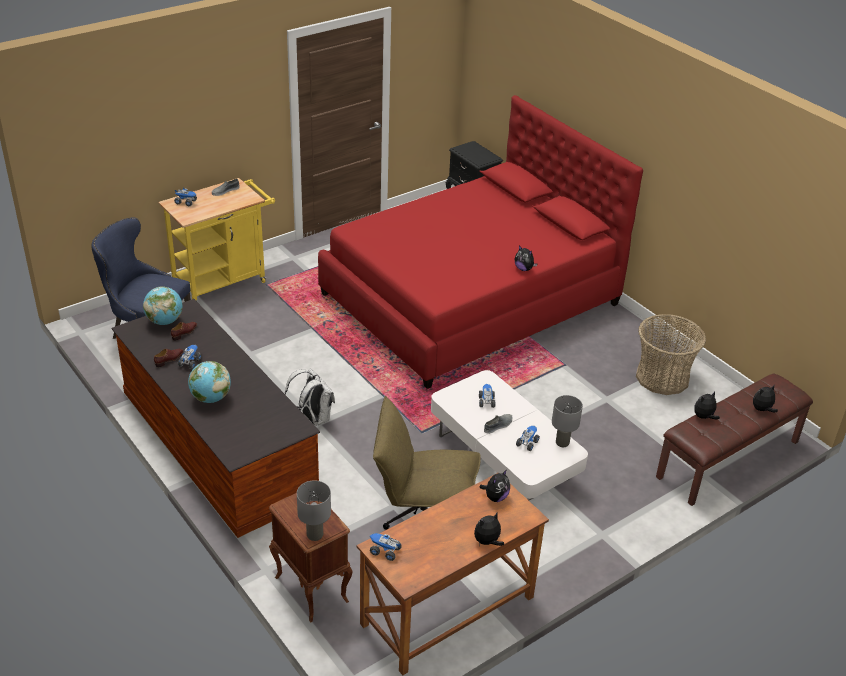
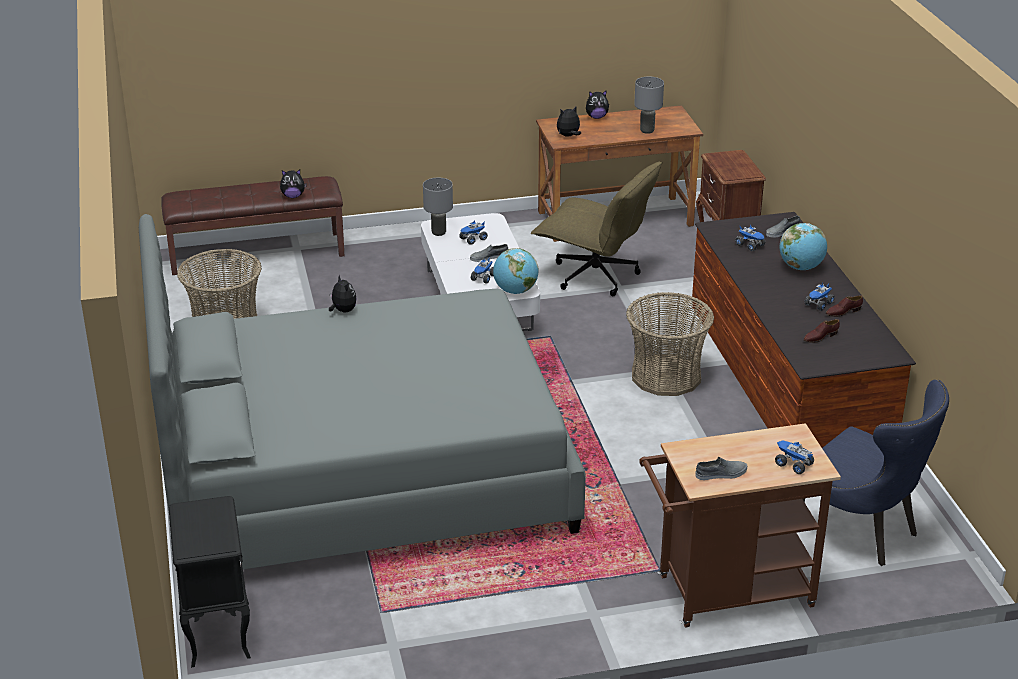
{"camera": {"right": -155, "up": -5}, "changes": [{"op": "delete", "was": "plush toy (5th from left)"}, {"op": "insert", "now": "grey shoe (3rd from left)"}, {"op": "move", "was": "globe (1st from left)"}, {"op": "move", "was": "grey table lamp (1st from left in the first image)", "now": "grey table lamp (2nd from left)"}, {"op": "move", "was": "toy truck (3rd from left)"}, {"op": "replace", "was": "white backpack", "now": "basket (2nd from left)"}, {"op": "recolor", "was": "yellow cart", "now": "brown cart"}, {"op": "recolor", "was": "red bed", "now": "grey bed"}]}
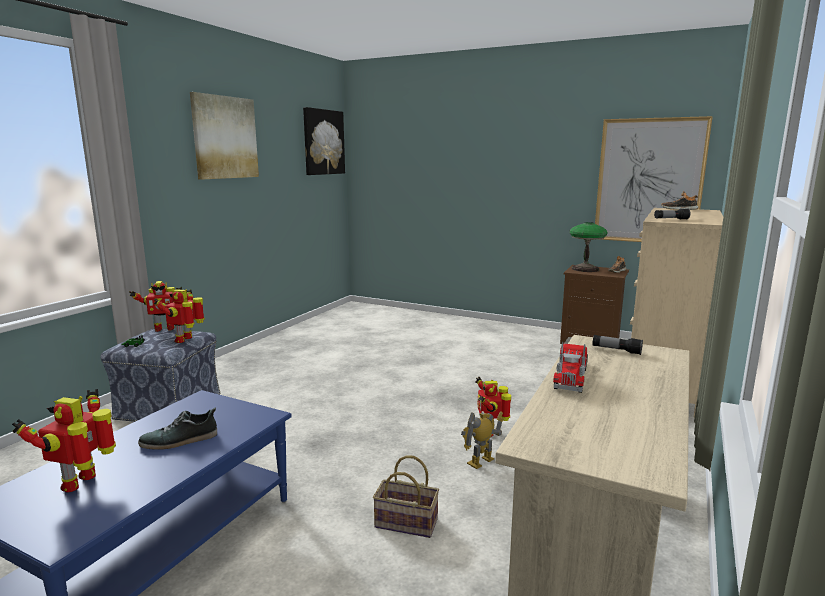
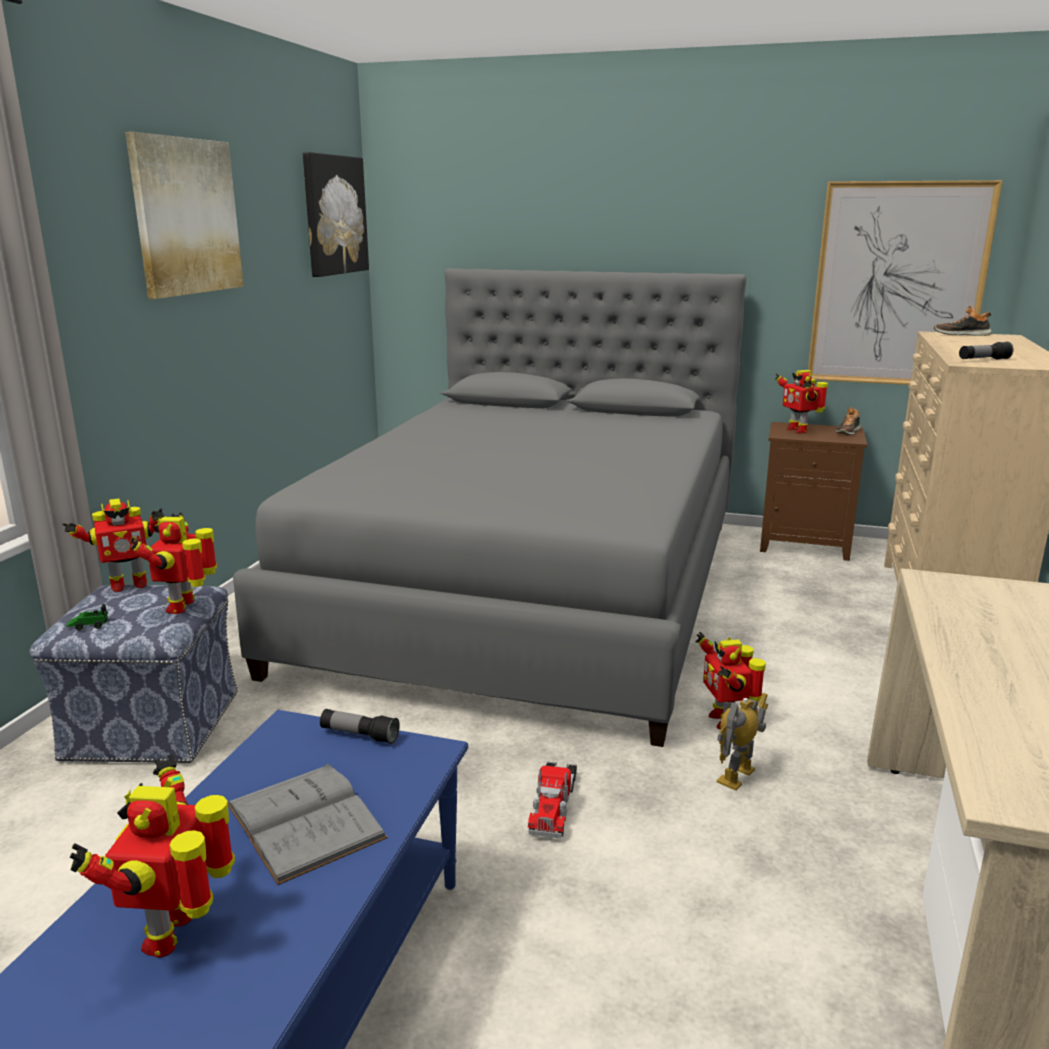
{"camera": {"right": -10, "up": 5}, "changes": [{"op": "delete", "was": "basket"}, {"op": "insert", "now": "grey bed"}, {"op": "move", "was": "toy truck"}, {"op": "move", "was": "flashlight (1st from left)"}, {"op": "replace", "was": "shoe (1st from left)", "now": "grey book"}, {"op": "replace", "was": "table lamp", "now": "toy robot (6th from left)"}]}
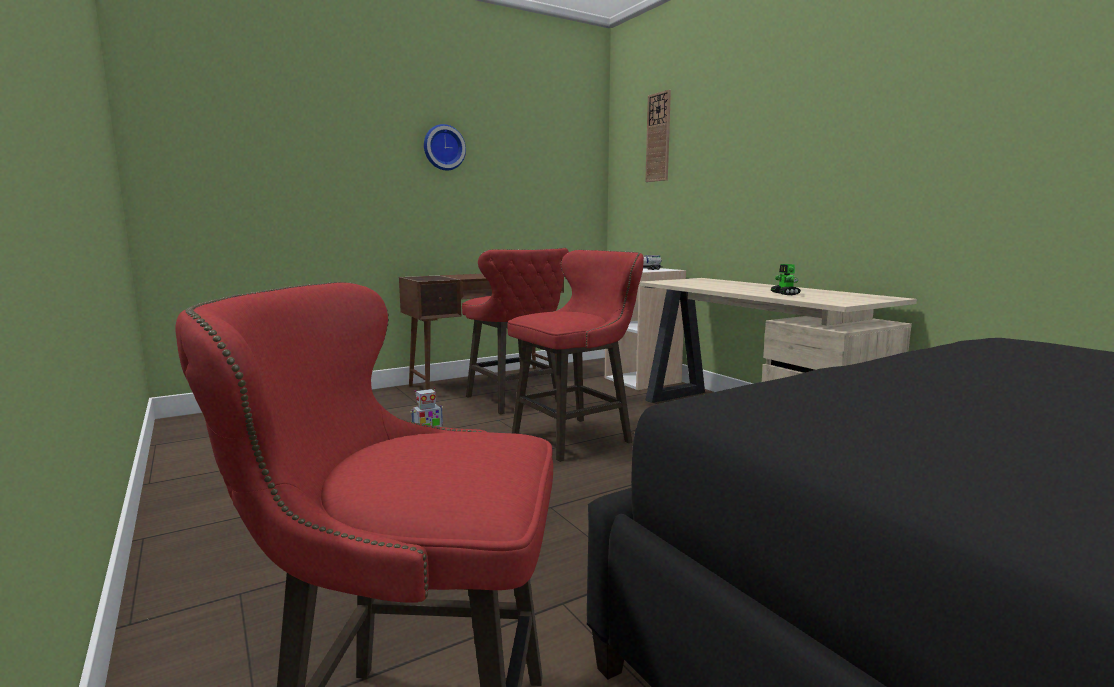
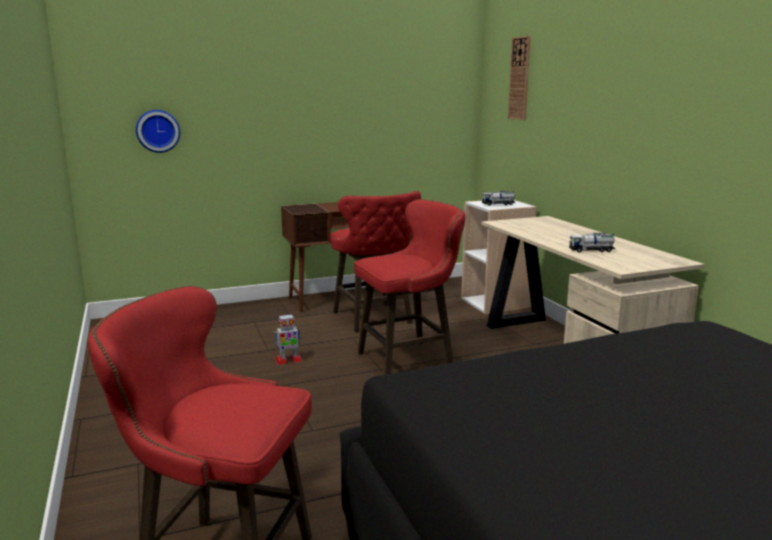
{"camera": {"right": 10, "up": 5}, "changes": [{"op": "move", "was": "wall clock (1st from left)"}, {"op": "replace", "was": "toy robot (2nd from left)", "now": "toy truck (2nd from left)"}]}
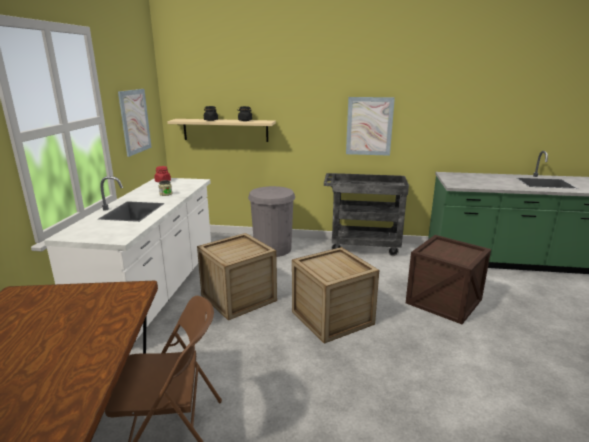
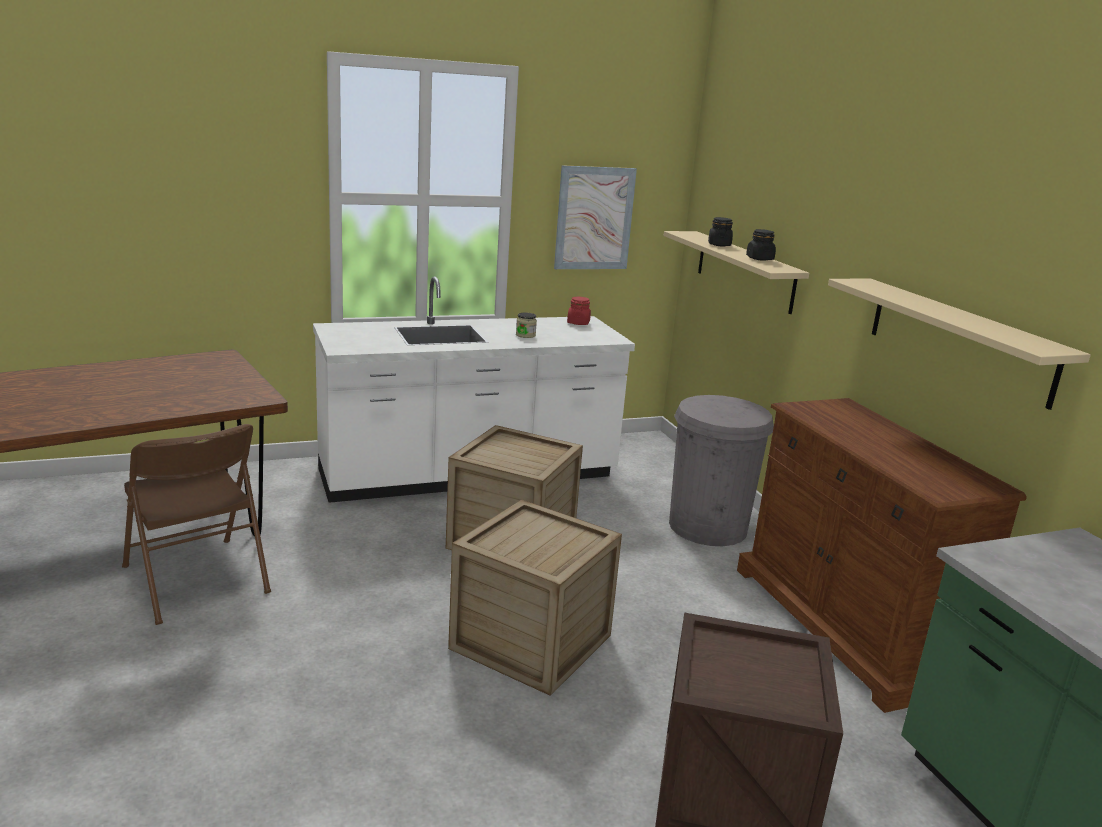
{"camera": {"right": 60, "up": 0}, "changes": [{"op": "replace", "was": "black cart", "now": "brown dresser"}, {"op": "replace", "was": "picture (2nd from left)", "now": "beige shelf (2nd from left)"}]}
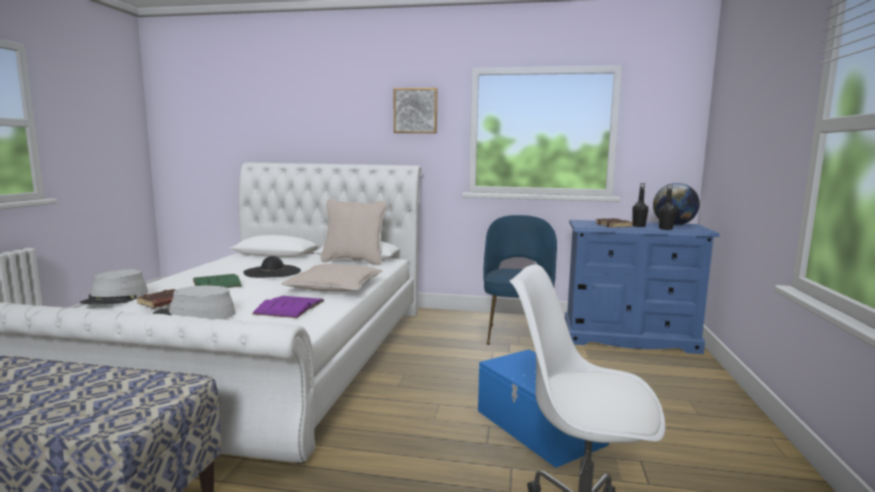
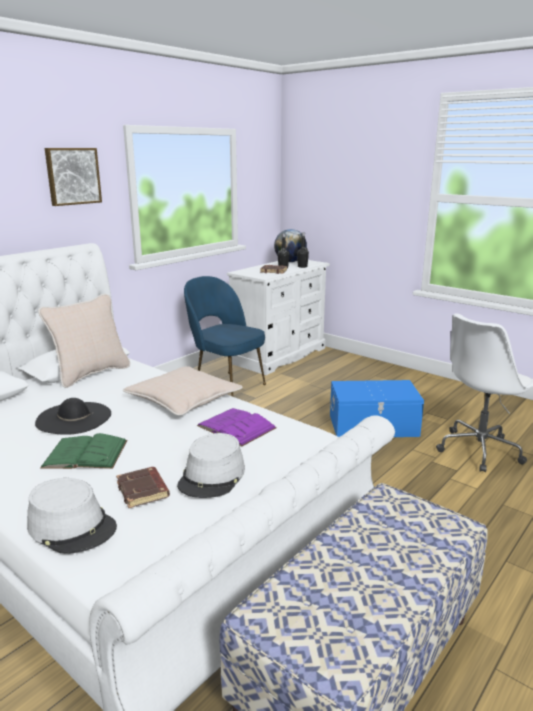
{"camera": {"right": -60, "up": 10}, "changes": [{"op": "recolor", "was": "blue dresser", "now": "white dresser"}]}
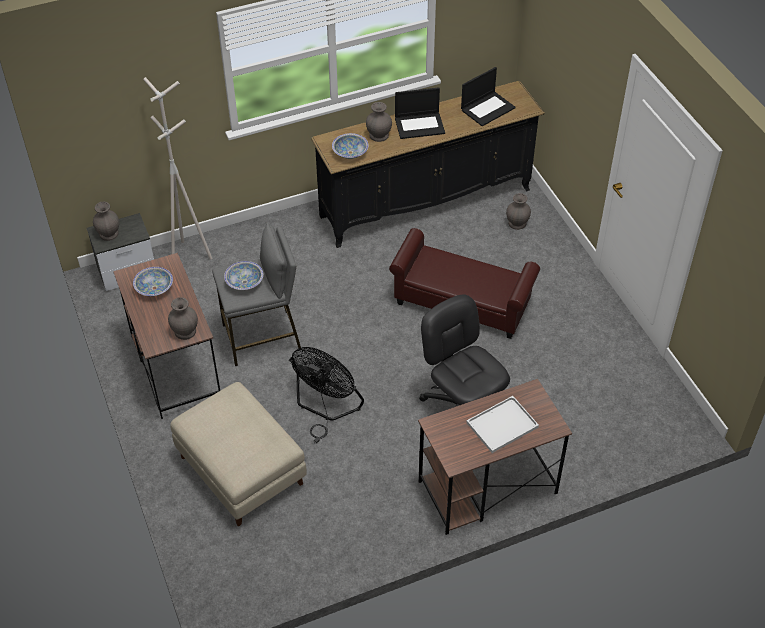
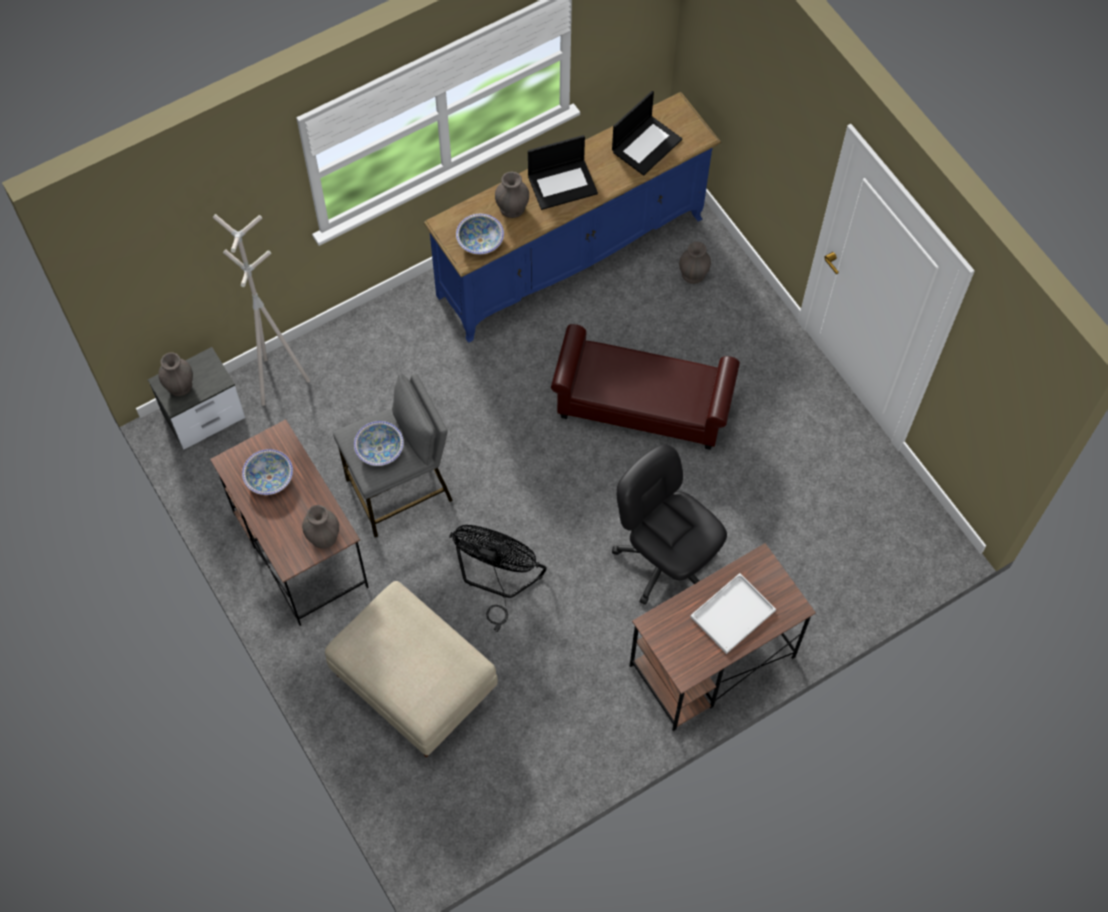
{"camera": {"right": -10, "up": 15}, "changes": [{"op": "recolor", "was": "black dresser", "now": "blue dresser"}]}
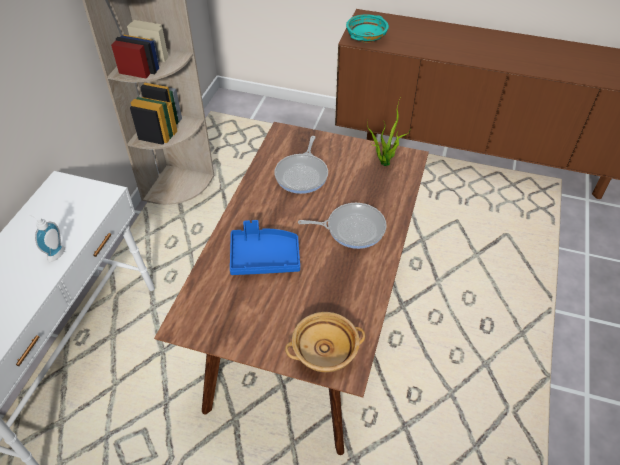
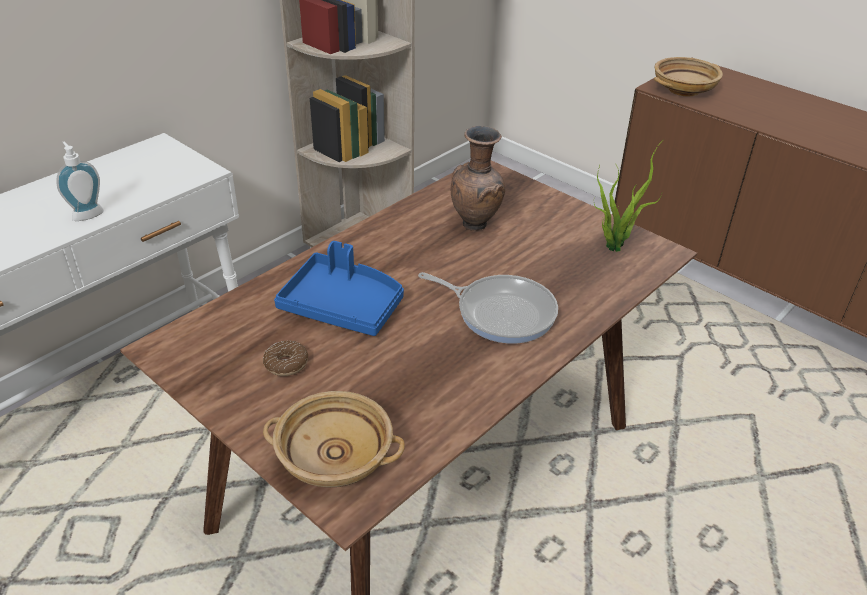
{"camera": {"right": 25, "up": -10}, "changes": [{"op": "insert", "now": "donut"}, {"op": "replace", "was": "frying pan (1st from left)", "now": "brown vase"}, {"op": "recolor", "was": "turquoise bowl", "now": "beige bowl (2nd from left)"}]}
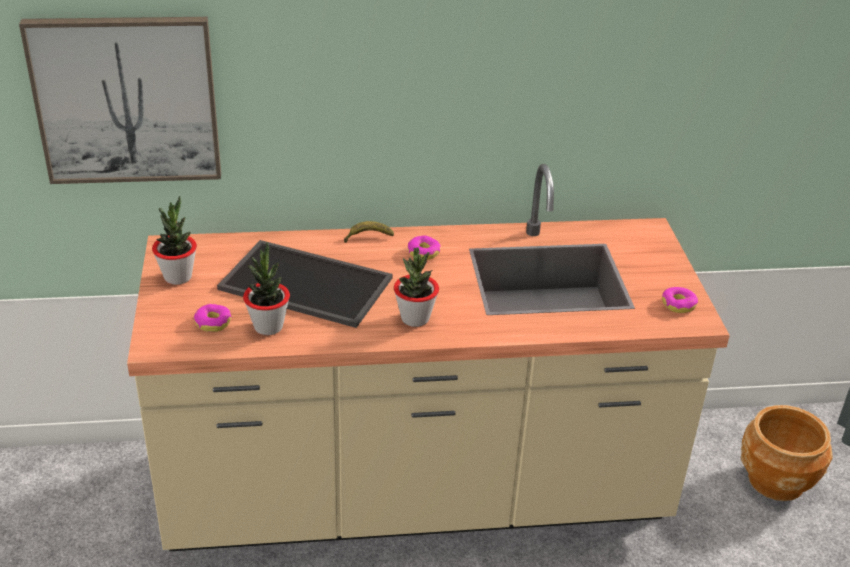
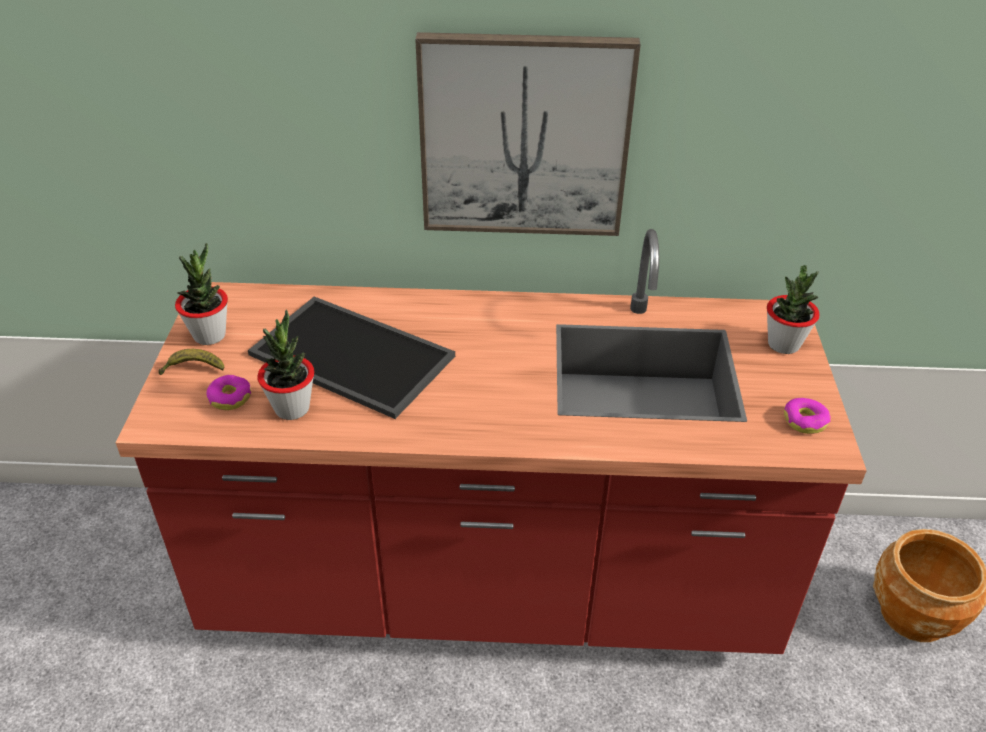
{"camera": {"right": 10, "up": 5}, "changes": [{"op": "delete", "was": "donut (2nd from left)"}, {"op": "move", "was": "picture"}, {"op": "move", "was": "banana"}, {"op": "move", "was": "potted plant (3rd from left)"}, {"op": "recolor", "was": "beige counter", "now": "red counter"}]}
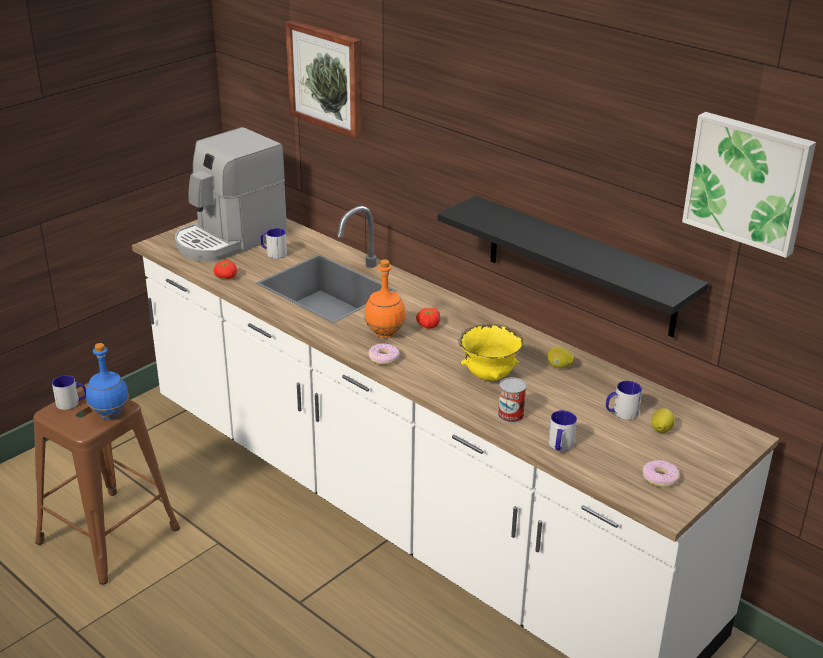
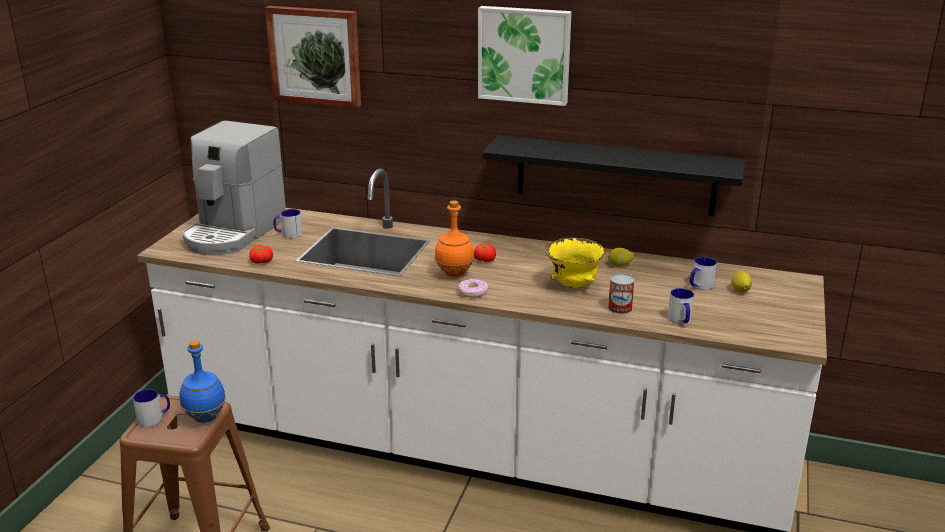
{"camera": {"right": -25, "up": -5}, "changes": [{"op": "delete", "was": "donut (2nd from left)"}, {"op": "move", "was": "picture (2nd from left)"}]}
